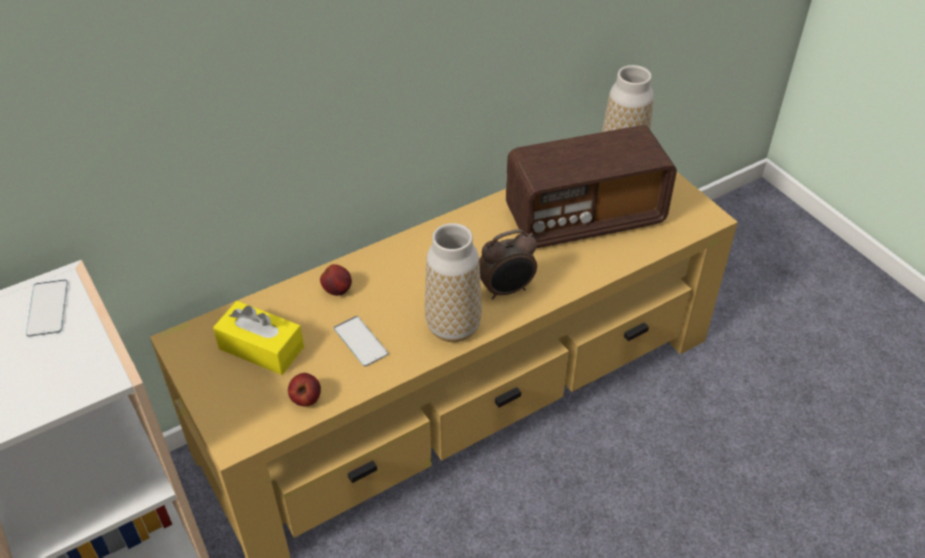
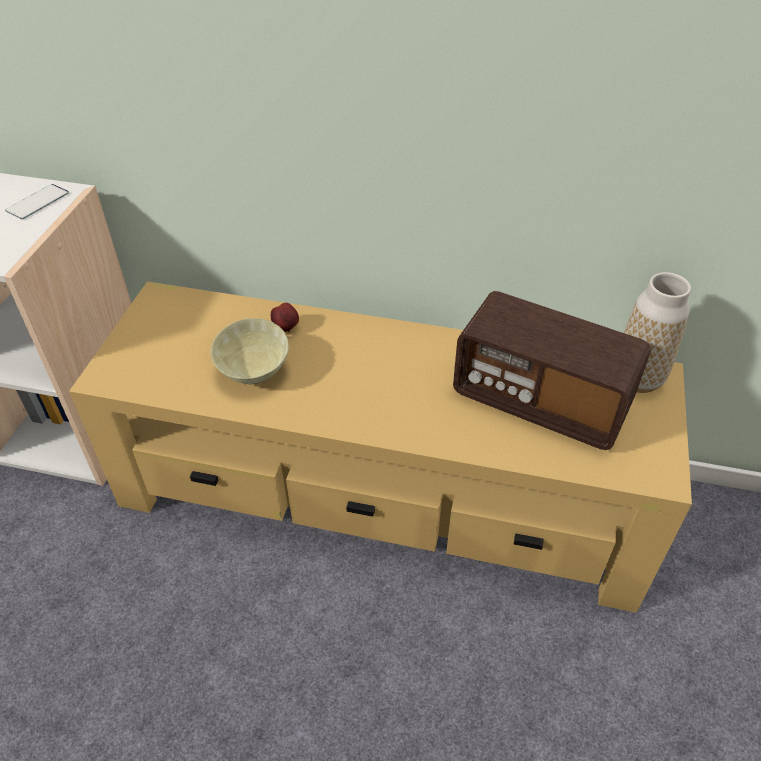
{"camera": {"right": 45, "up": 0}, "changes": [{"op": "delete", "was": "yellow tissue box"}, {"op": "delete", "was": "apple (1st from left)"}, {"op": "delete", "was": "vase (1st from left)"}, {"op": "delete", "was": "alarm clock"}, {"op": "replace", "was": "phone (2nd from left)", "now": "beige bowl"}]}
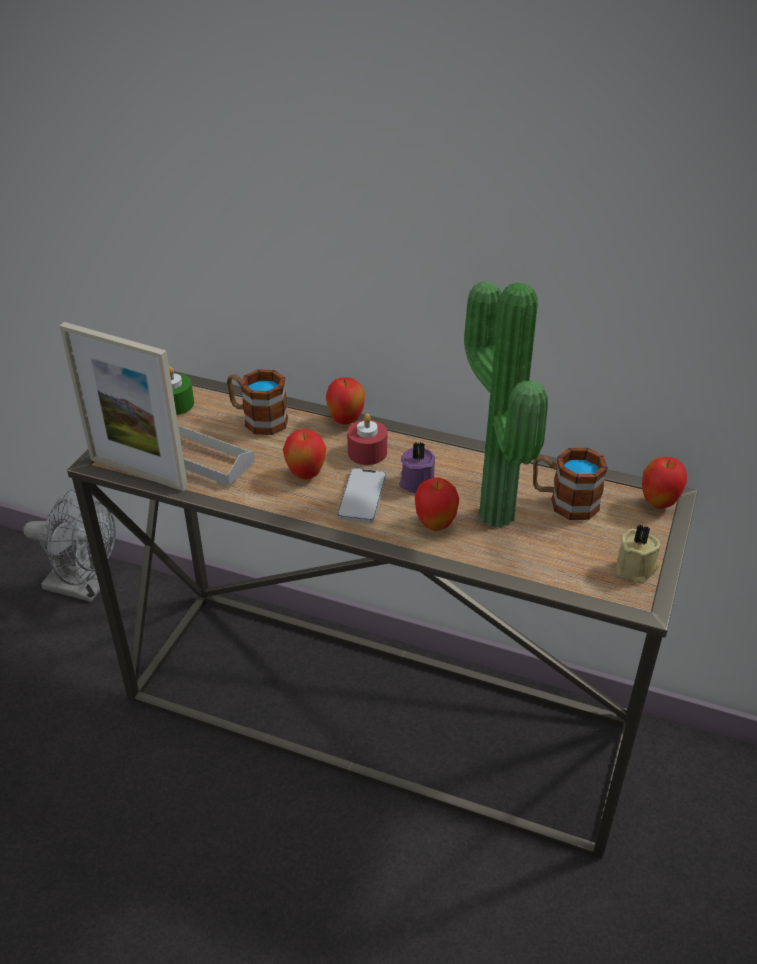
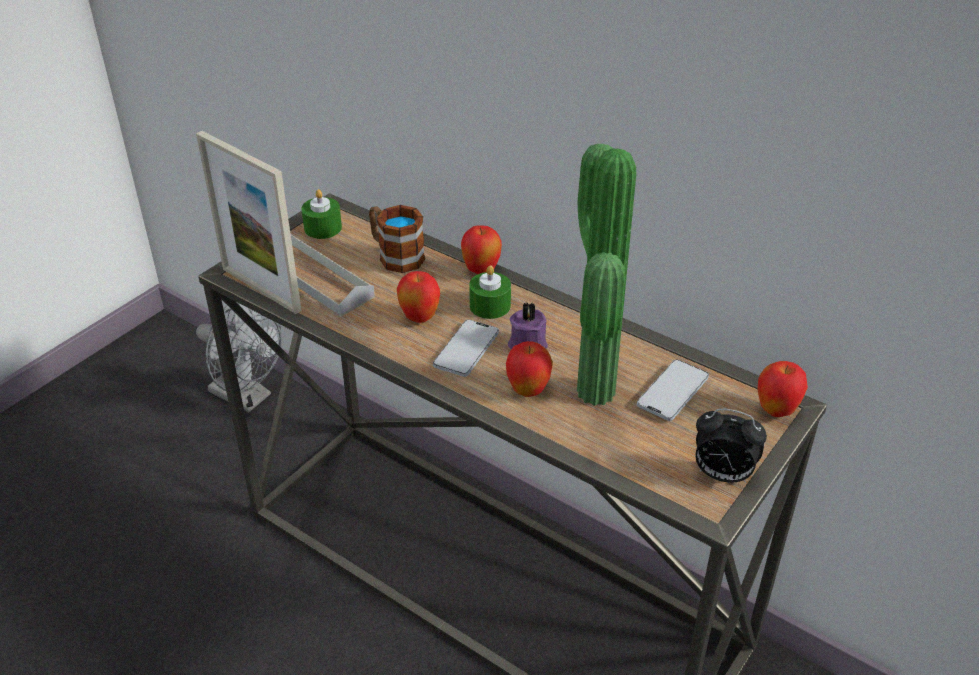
{"camera": {"right": 15, "up": 0}, "changes": [{"op": "replace", "was": "mug (2nd from left)", "now": "phone (2nd from left)"}, {"op": "replace", "was": "beige candle", "now": "alarm clock"}, {"op": "recolor", "was": "red candle", "now": "green candle (2nd from left)"}]}
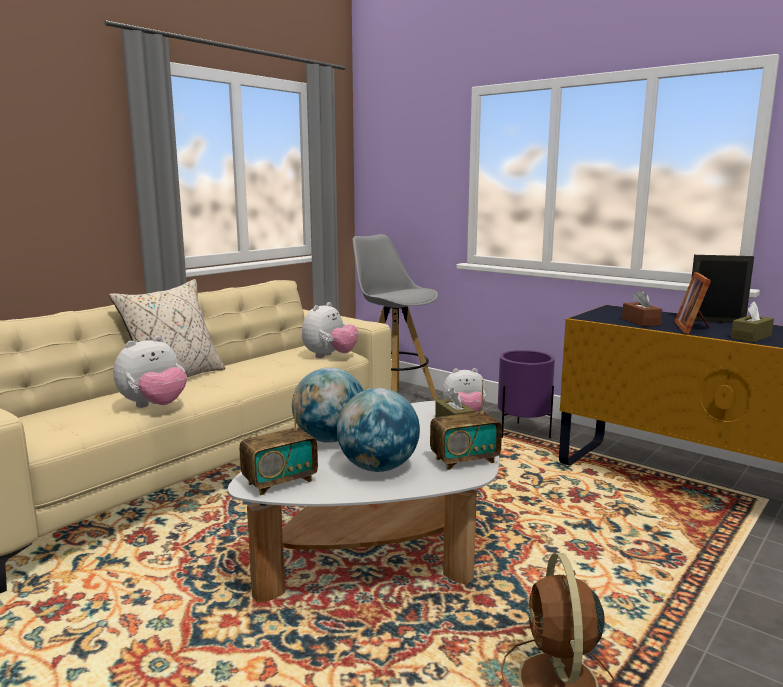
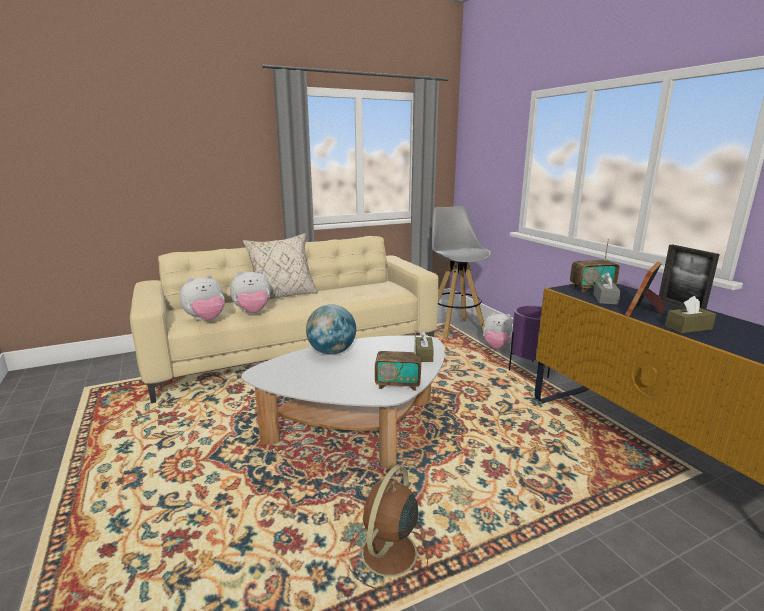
{"camera": {"right": 25, "up": 5}, "changes": [{"op": "delete", "was": "globe (2nd from left)"}, {"op": "move", "was": "radio (1st from left in the first image)", "now": "radio (2nd from left)"}, {"op": "move", "was": "plush toy (2nd from left in the first image)", "now": "plush toy (1st from left)"}, {"op": "recolor", "was": "brown tissue box (2nd from left)", "now": "grey tissue box"}, {"op": "rotate", "was": "picture frame (2nd from left)", "clockwise": -150}]}
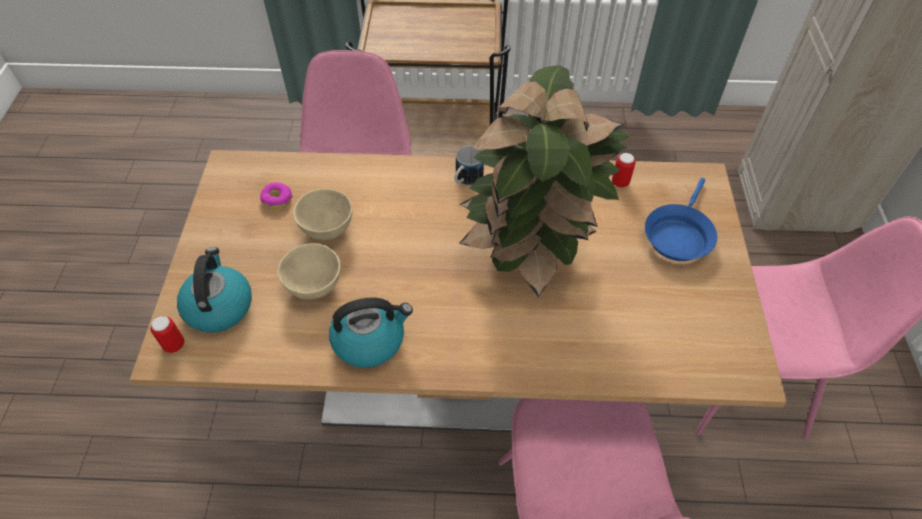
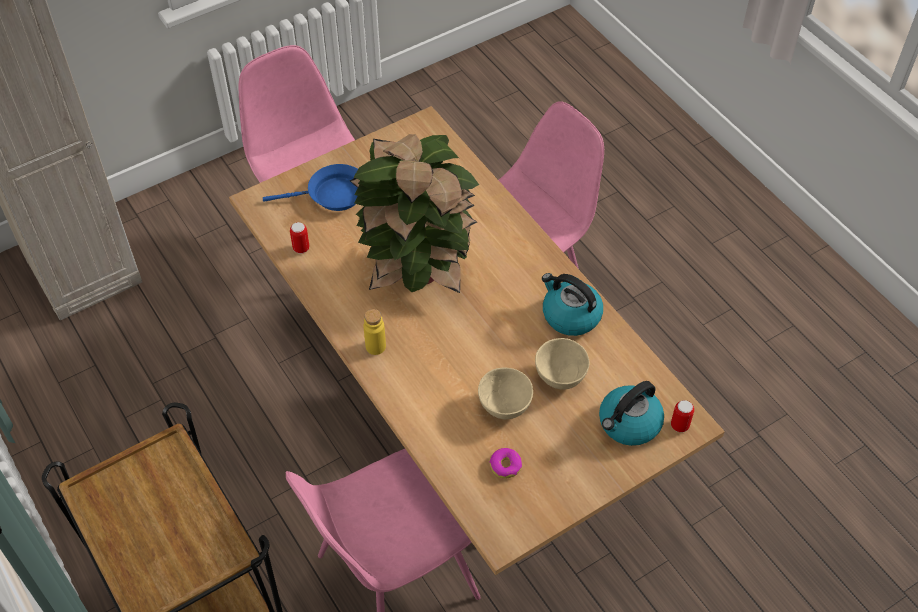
{"camera": {"right": -125, "up": 0}, "changes": [{"op": "replace", "was": "mug", "now": "yellow bottle"}]}
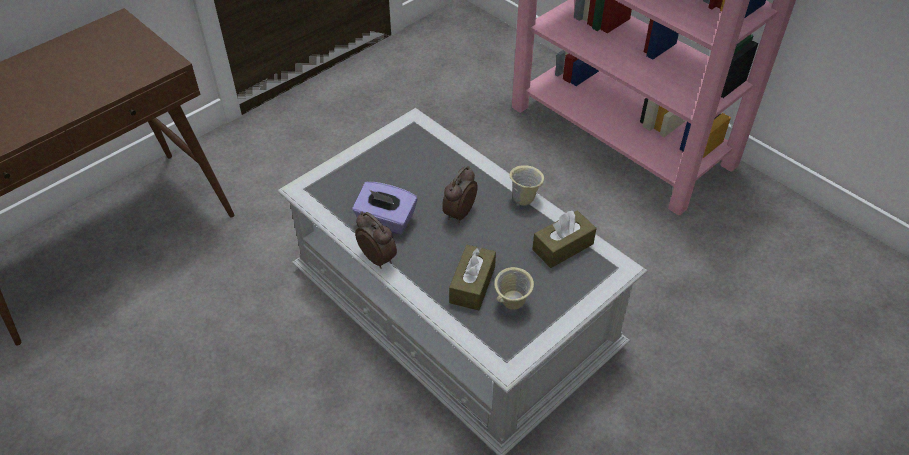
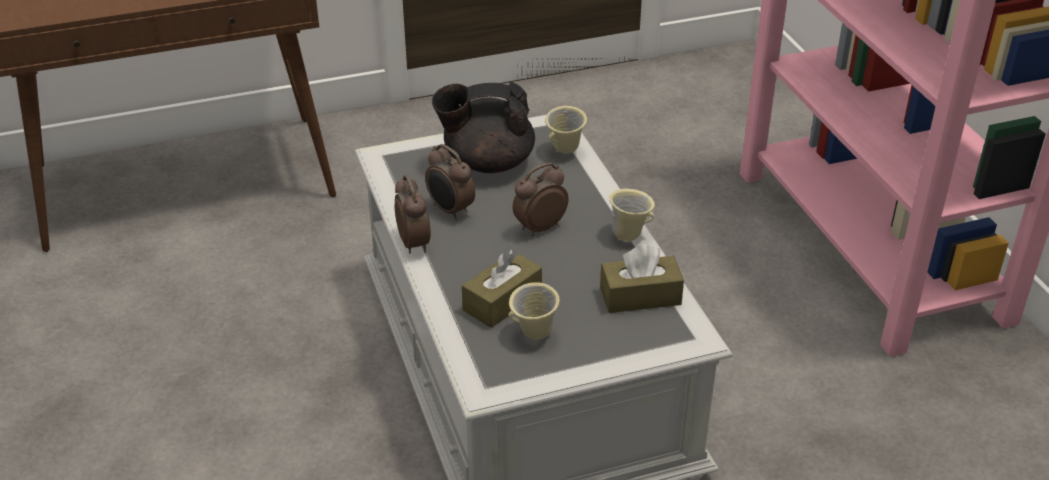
{"camera": {"right": 25, "up": -10}, "changes": [{"op": "insert", "now": "black teapot"}, {"op": "insert", "now": "beige mug (2nd from left)"}, {"op": "replace", "was": "purple tissue box", "now": "alarm clock (2nd from left)"}]}
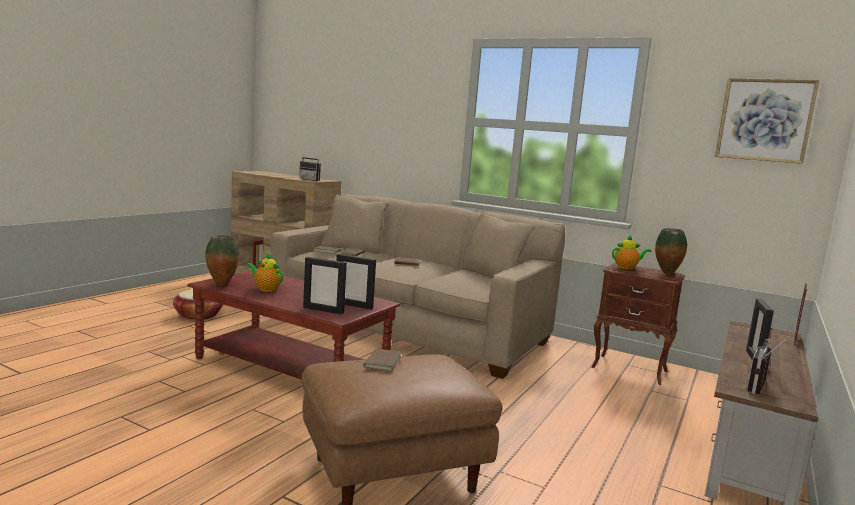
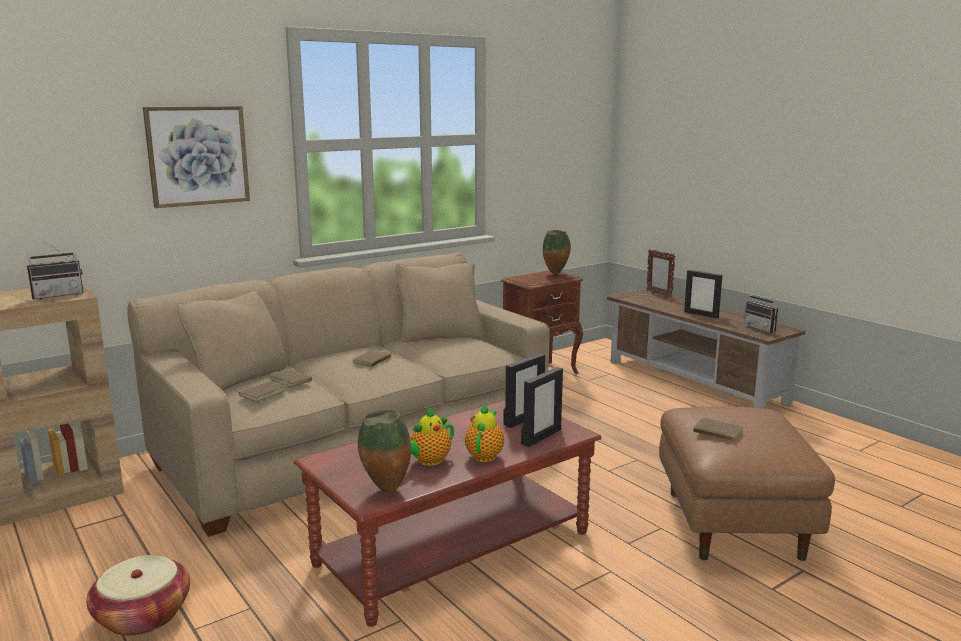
{"camera": {"right": -65, "up": 5}, "changes": [{"op": "move", "was": "teapot (2nd from left)"}, {"op": "move", "was": "picture"}]}
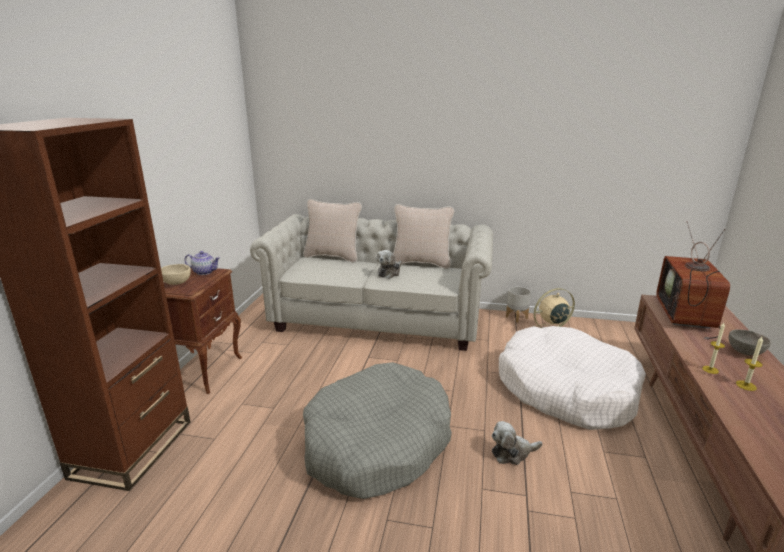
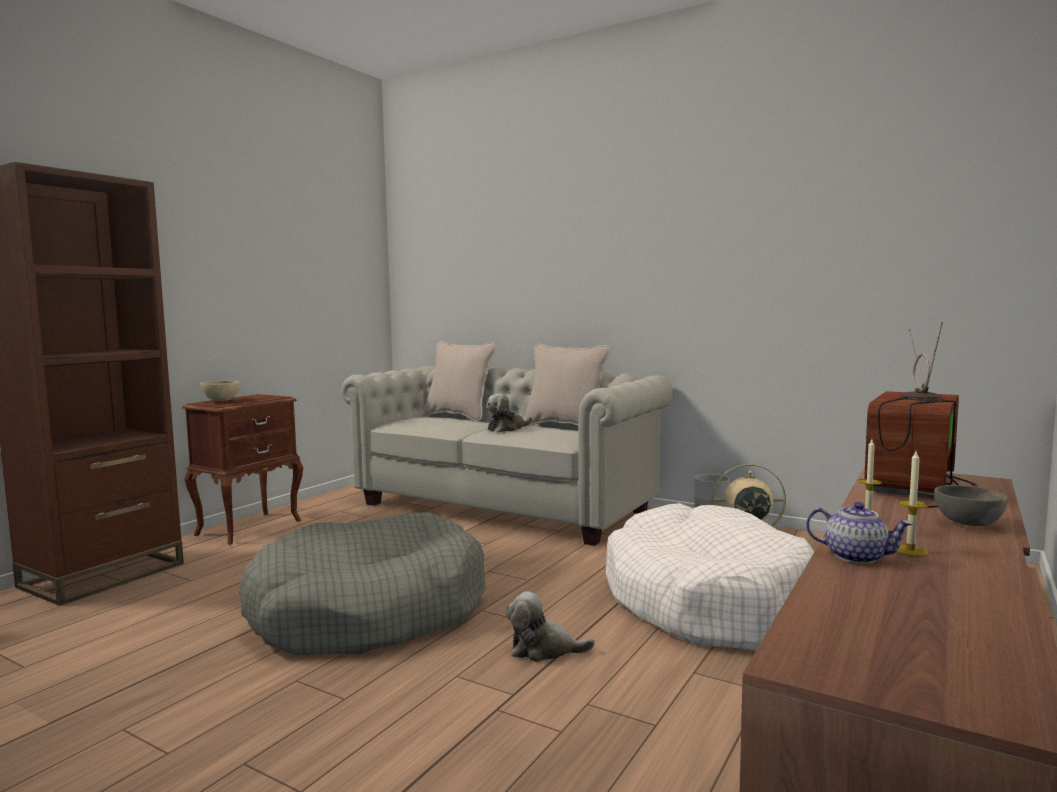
{"camera": {"right": 20, "up": -15}, "changes": [{"op": "move", "was": "teapot"}]}
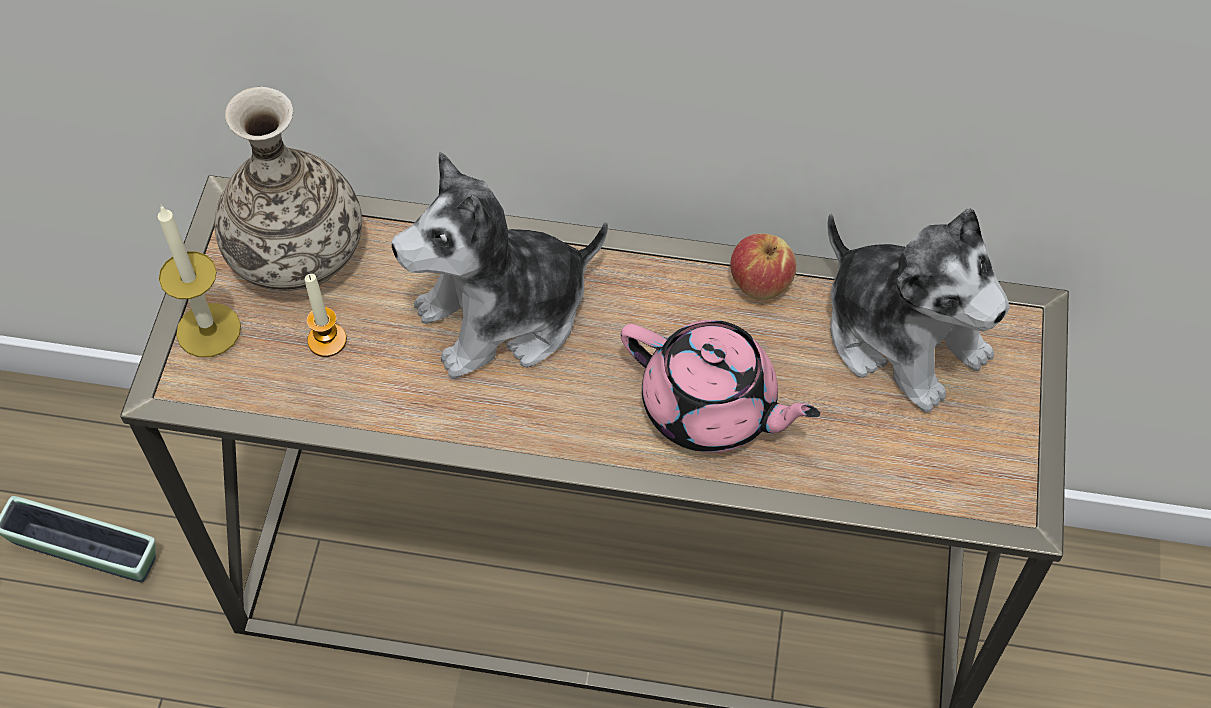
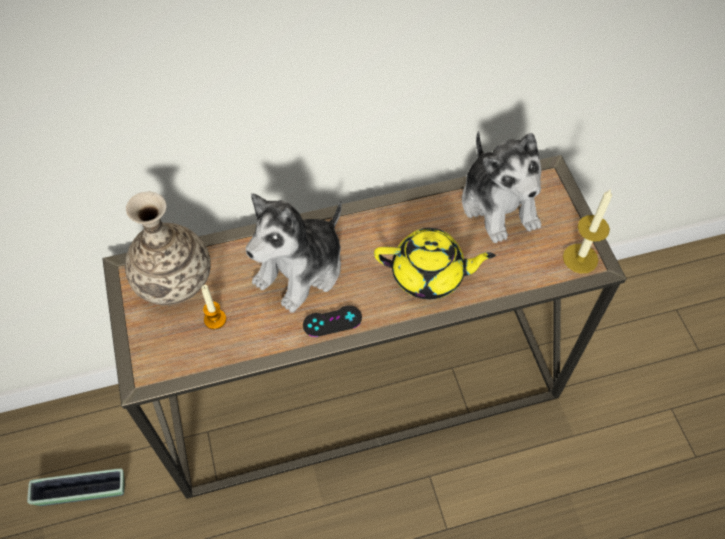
{"camera": {"right": -25, "up": 0}, "changes": [{"op": "delete", "was": "apple"}, {"op": "insert", "now": "black game controller"}, {"op": "move", "was": "candle (1st from left in the first image)", "now": "candle (2nd from left)"}, {"op": "recolor", "was": "pink teapot", "now": "yellow teapot"}, {"op": "rotate", "was": "plush toy (2nd from left)", "clockwise": 45}]}
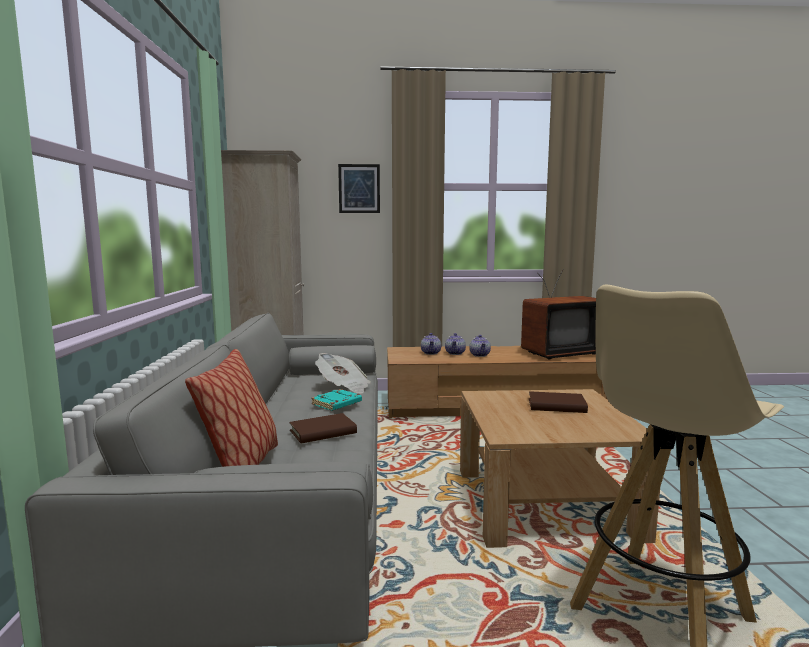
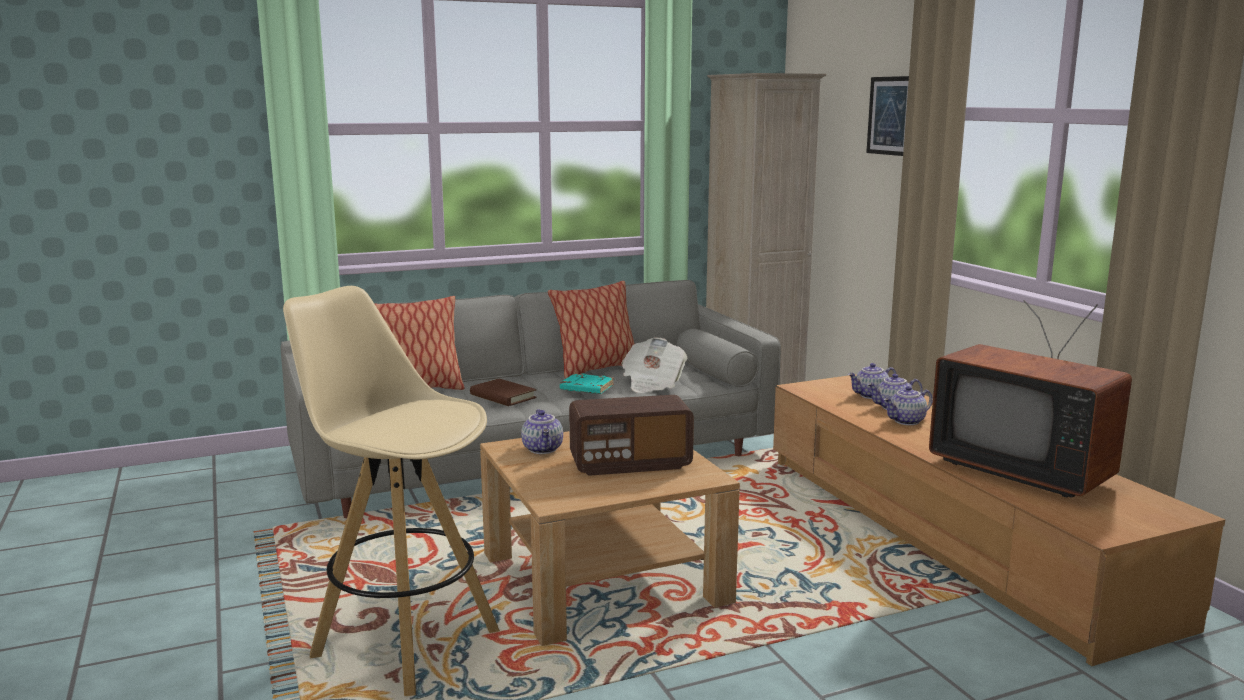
{"camera": {"right": 70, "up": 5}, "changes": [{"op": "insert", "now": "teapot (1st from left)"}, {"op": "insert", "now": "pillow (2nd from left)"}, {"op": "replace", "was": "brown book (2nd from left)", "now": "radio"}]}
